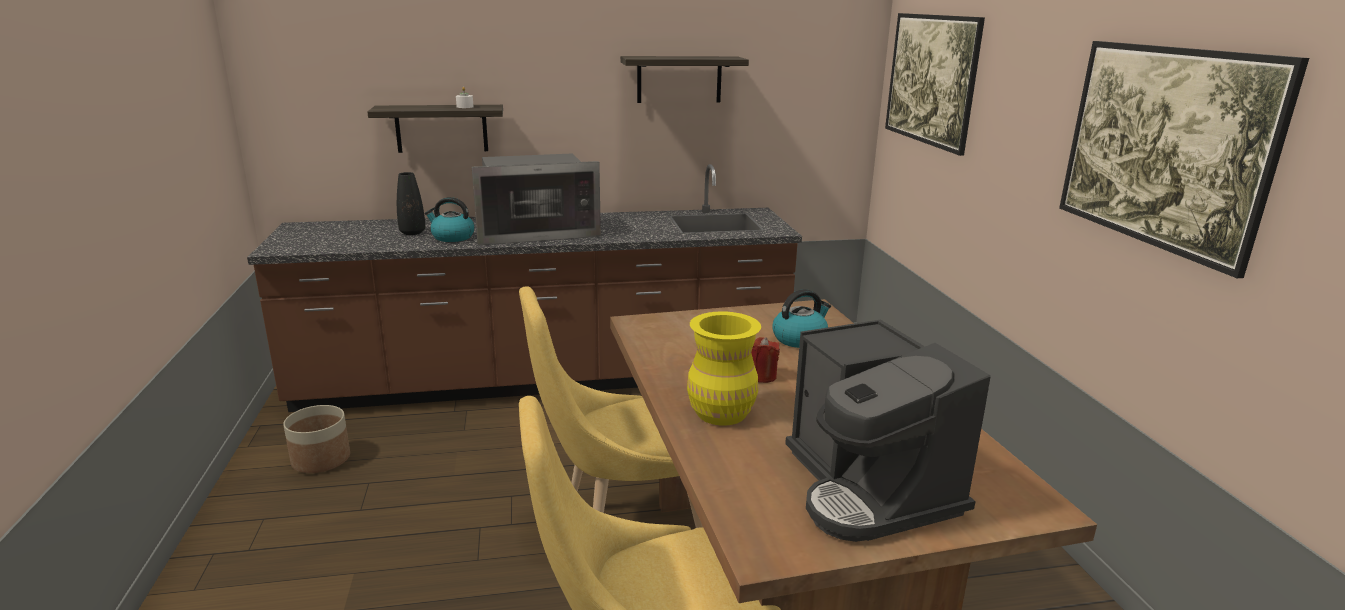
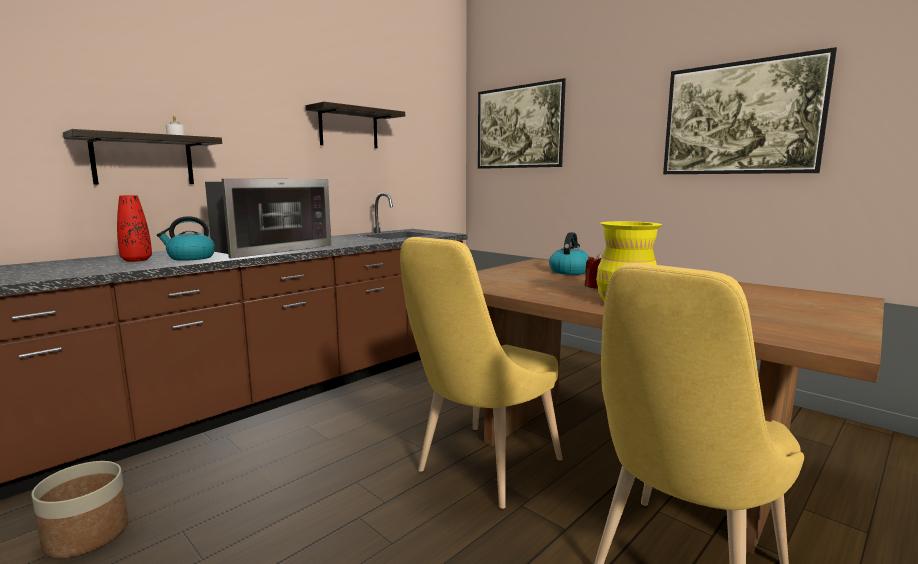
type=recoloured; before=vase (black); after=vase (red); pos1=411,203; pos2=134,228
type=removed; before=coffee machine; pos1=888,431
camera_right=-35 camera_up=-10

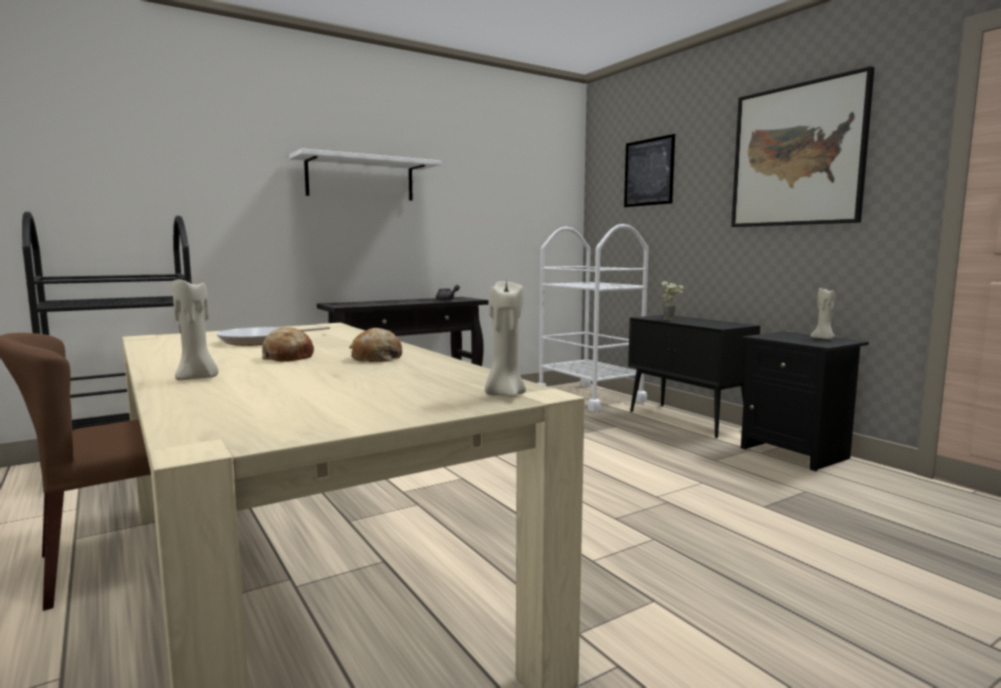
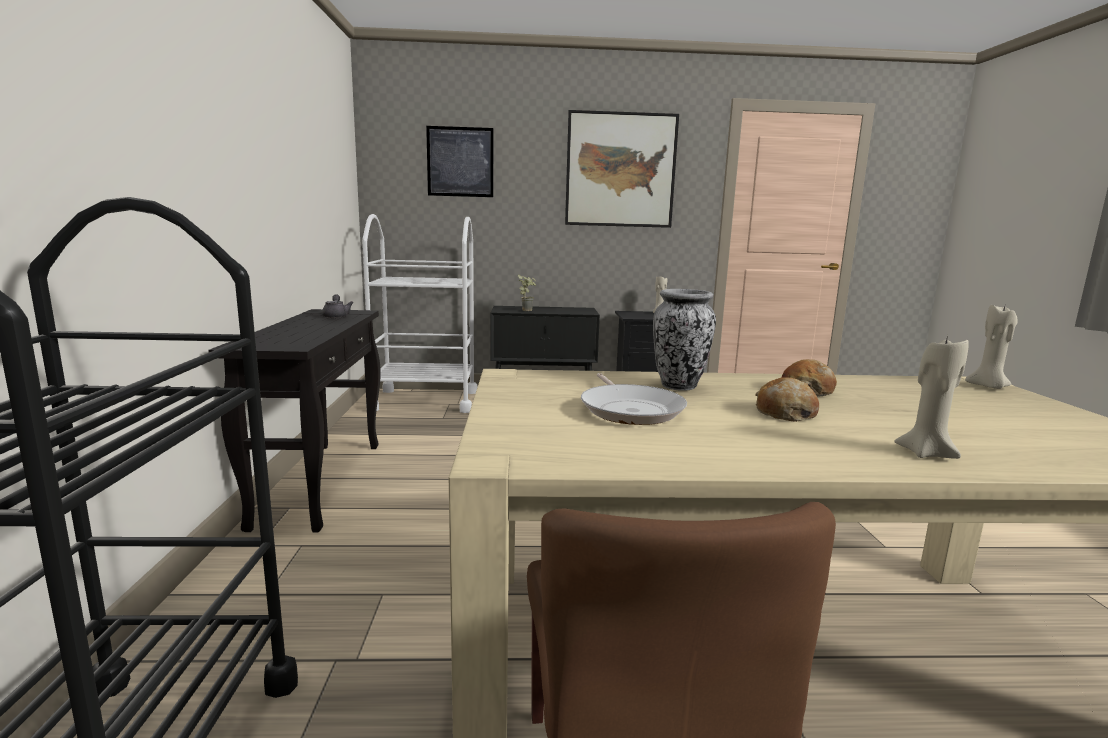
type=added; after=vase; pos2=684,340
type=removed; before=shelf (white); pos1=365,174
camera_right=-60 camera_up=5

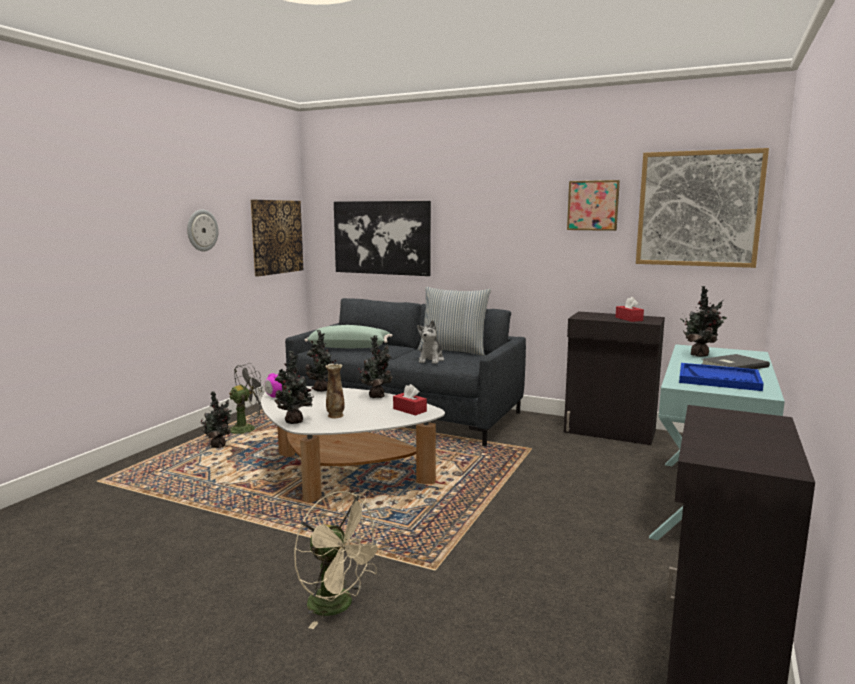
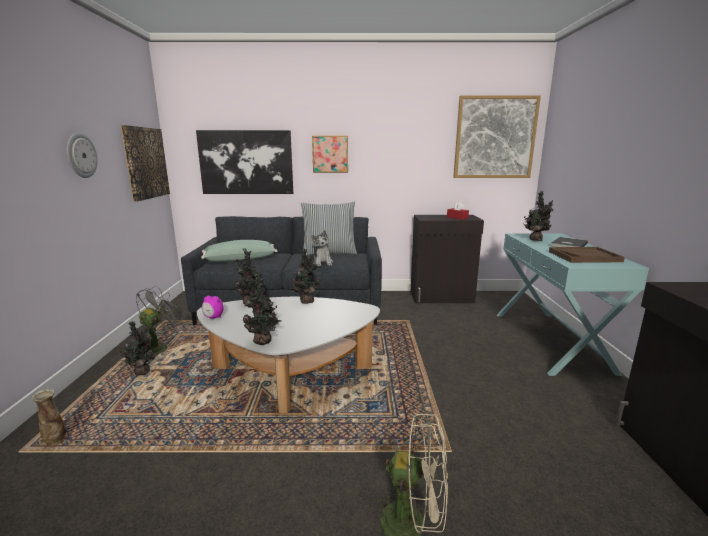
type=moved; before=vase; pos1=335,390; pos2=48,417
type=moved; before=picture; pos1=593,205; pos2=330,154
type=recoloured; before=tray (blue); after=tray (brown); pos1=721,377; pos2=587,255
type=removed; before=tissue box (red); pos1=410,400
camera_right=-25 camera_up=5

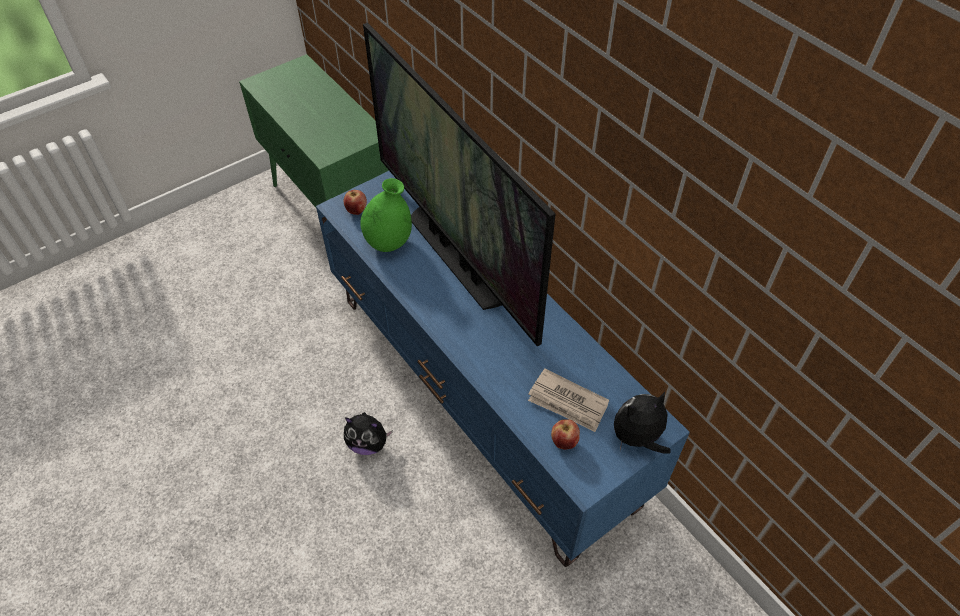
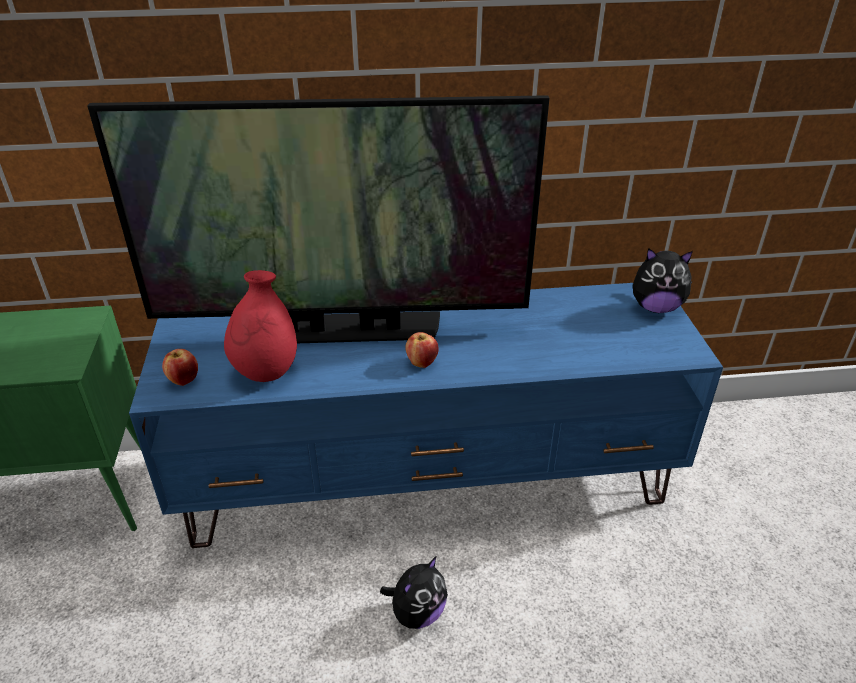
type=recoloured; before=vase (green); after=vase (red); pos1=386,215; pos2=260,326
type=moved; before=apple; pos1=565,434; pos2=422,350
type=turned; before=plush toy; pos1=642,423; pos2=663,280; turn=-90
type=removed; before=newspaper; pos1=568,400
camera_right=-60 camera_up=-15

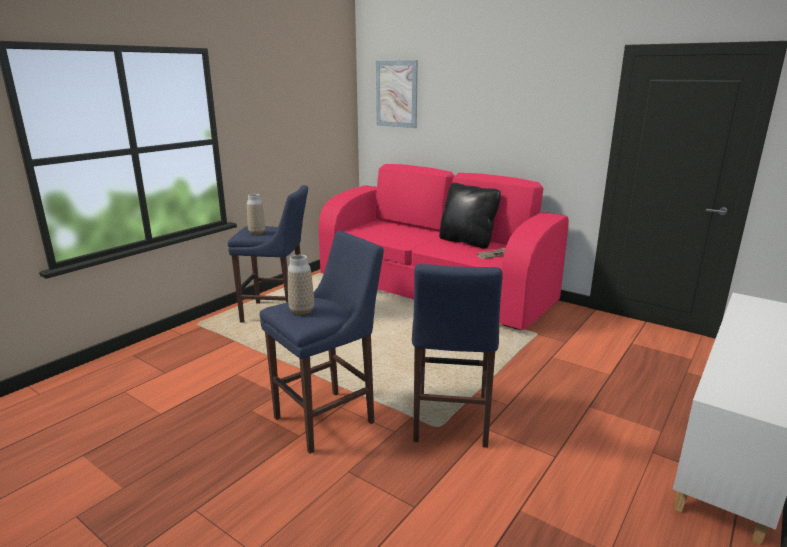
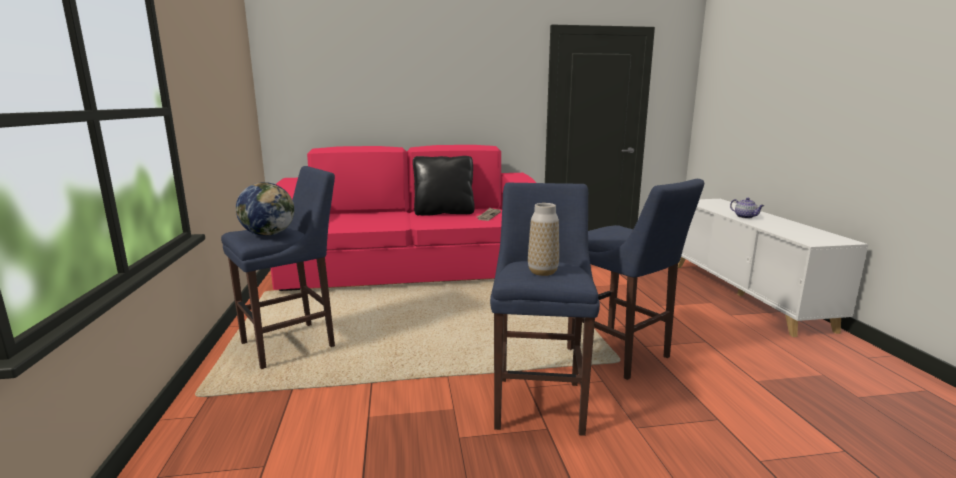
type=replaced; before=vase; after=globe; pos1=256,214; pos2=265,209
type=added; after=teapot; pos2=747,208
type=removed; before=picture; pos1=397,94
camera_right=-45 camera_up=-5

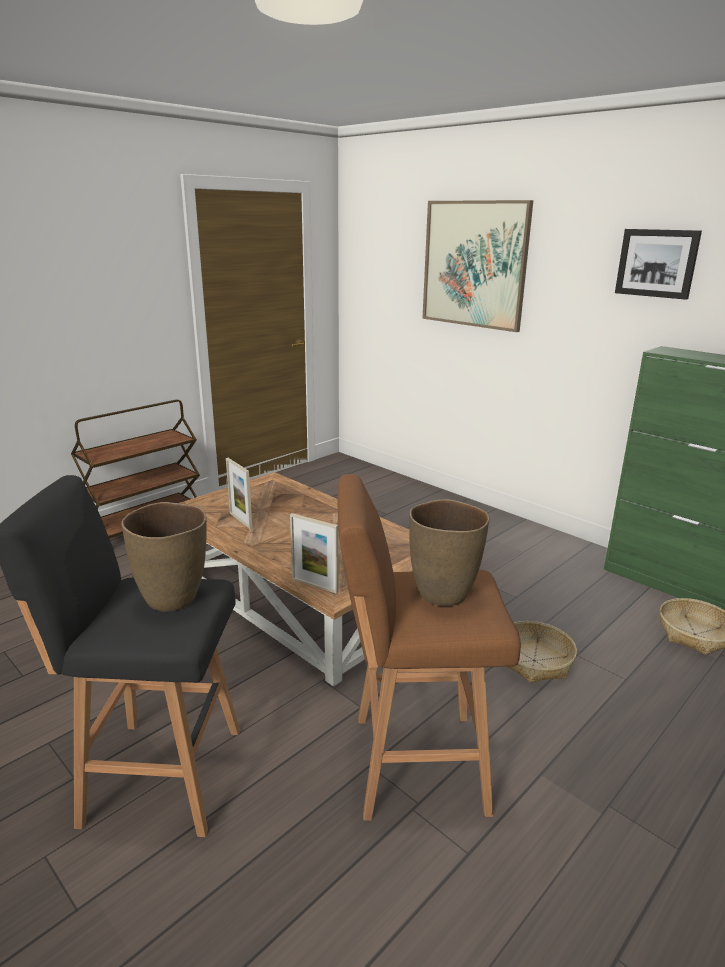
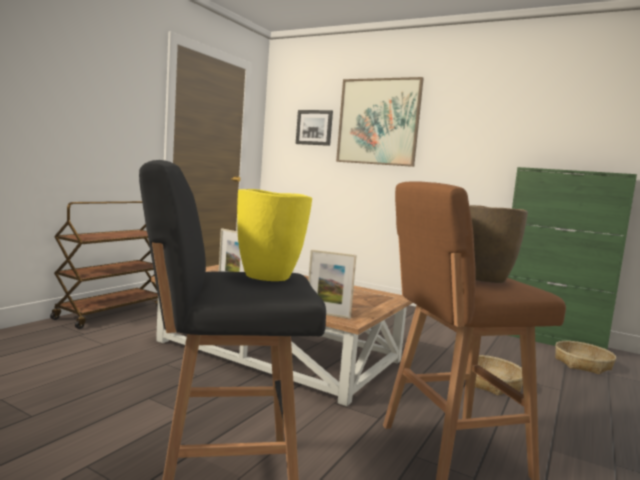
type=recoloured; before=vase (brown); after=vase (yellow); pos1=164,557; pos2=274,235
type=moved; before=picture; pos1=658,264; pos2=314,128
camera_right=-15 camera_up=-15

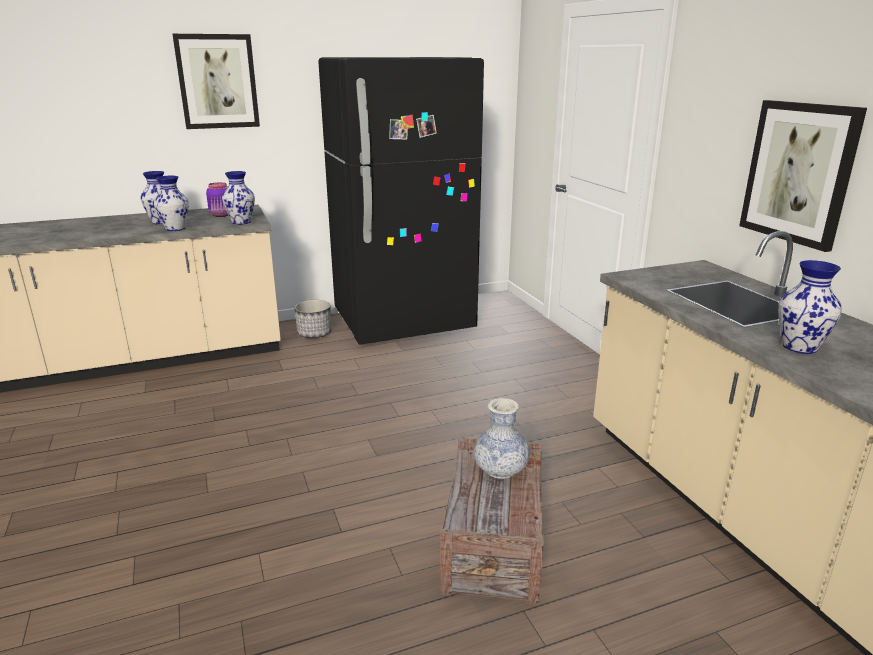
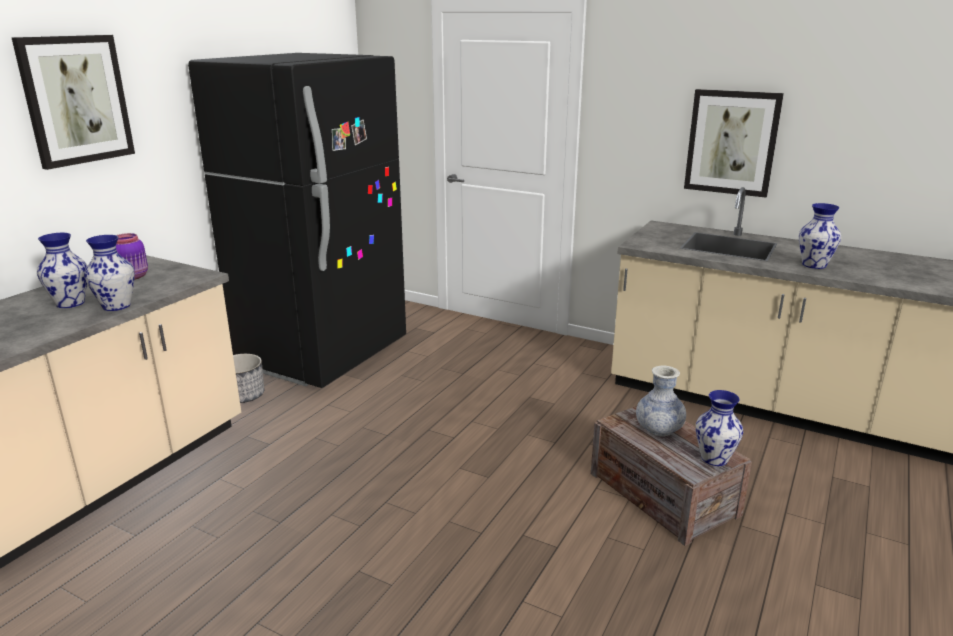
type=moved; before=vase; pos1=238,198; pos2=719,428
camera_right=-40 camera_up=0

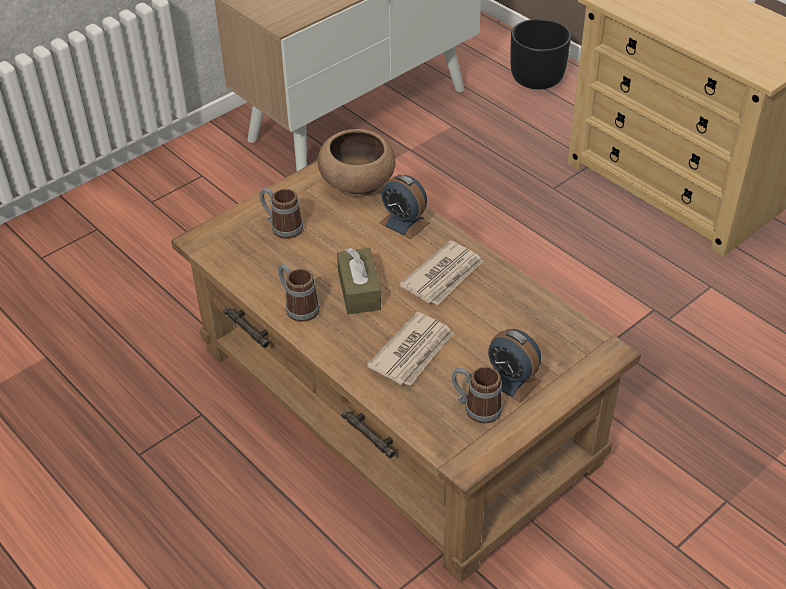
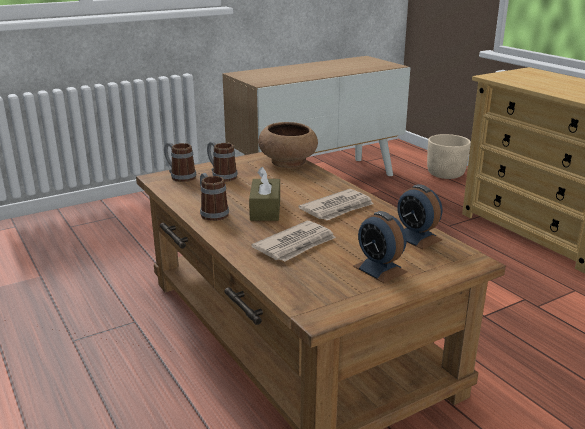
type=moved; before=mug; pos1=477,395; pos2=180,162
type=moved; before=alarm clock; pos1=404,206; pos2=420,216
type=recoloured; before=planter (black); after=planter (beige); pos1=540,54; pos2=449,156
camera_right=10 camera_up=-20

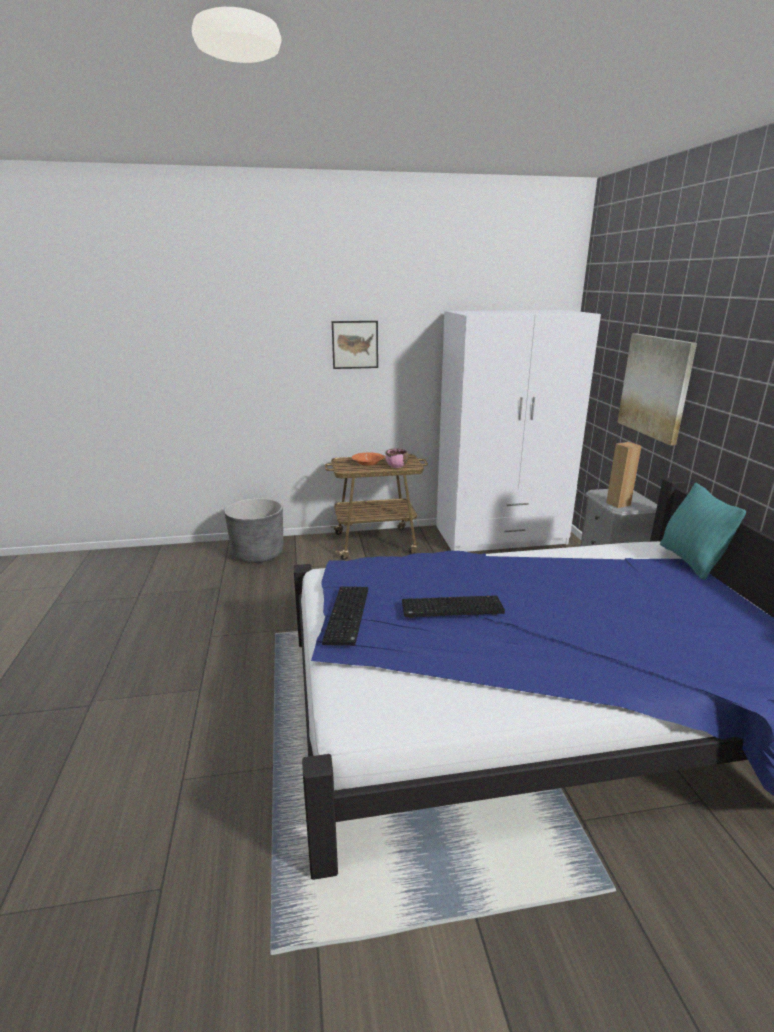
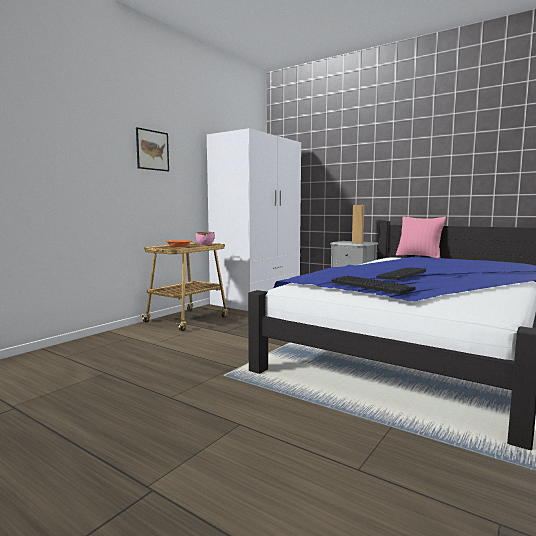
type=recoloured; before=pillow (turquoise); after=pillow (pink); pos1=703,531; pos2=421,237
type=removed; before=planter (grey); pos1=253,530
type=removed; before=picture; pos1=657,389
camera_right=-45 camera_up=-15

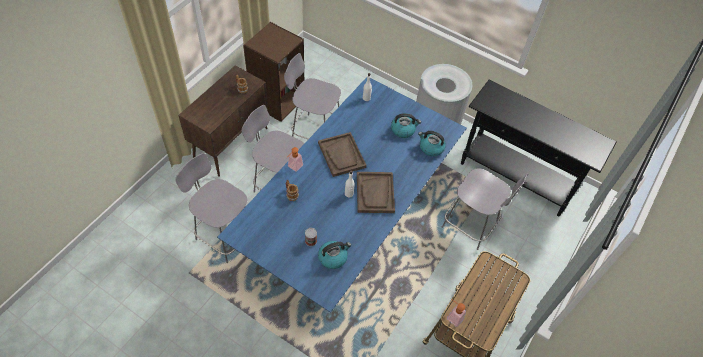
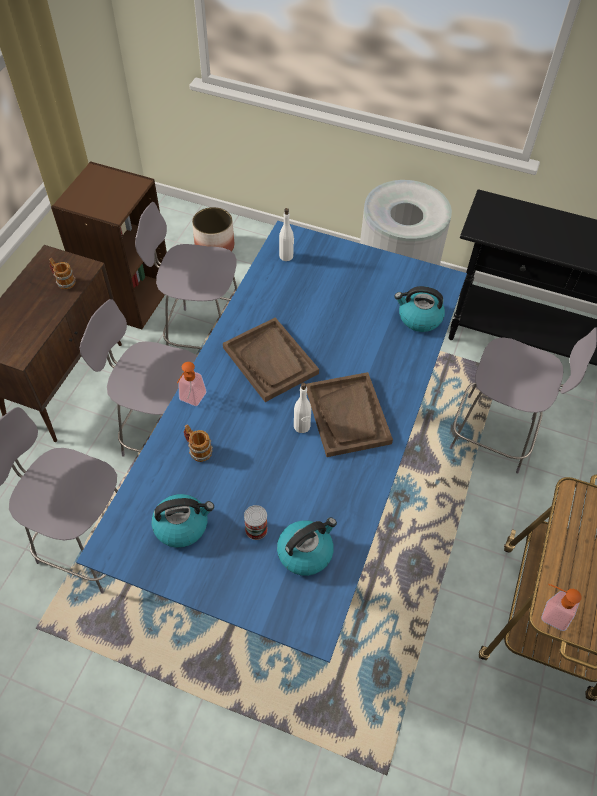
type=moved; before=kettle; pos1=406,125; pos2=182,521
type=added; after=planter; pos2=213,229
camera_right=-10 camera_up=0

